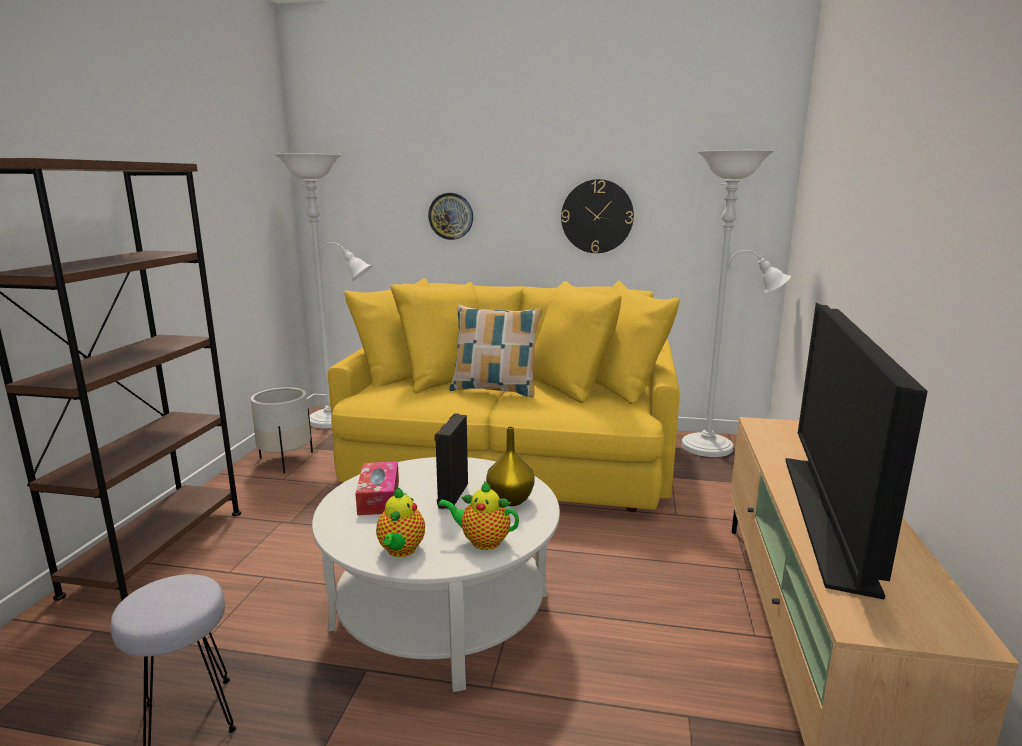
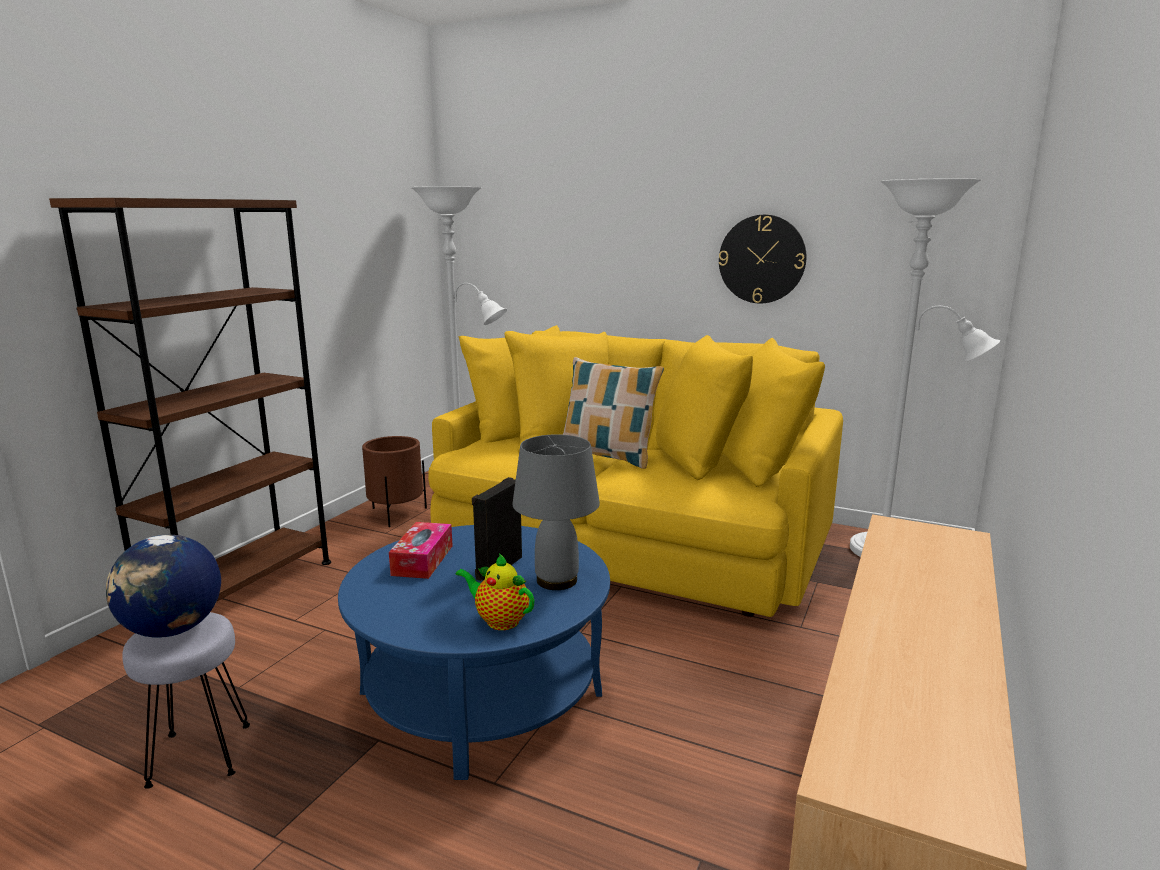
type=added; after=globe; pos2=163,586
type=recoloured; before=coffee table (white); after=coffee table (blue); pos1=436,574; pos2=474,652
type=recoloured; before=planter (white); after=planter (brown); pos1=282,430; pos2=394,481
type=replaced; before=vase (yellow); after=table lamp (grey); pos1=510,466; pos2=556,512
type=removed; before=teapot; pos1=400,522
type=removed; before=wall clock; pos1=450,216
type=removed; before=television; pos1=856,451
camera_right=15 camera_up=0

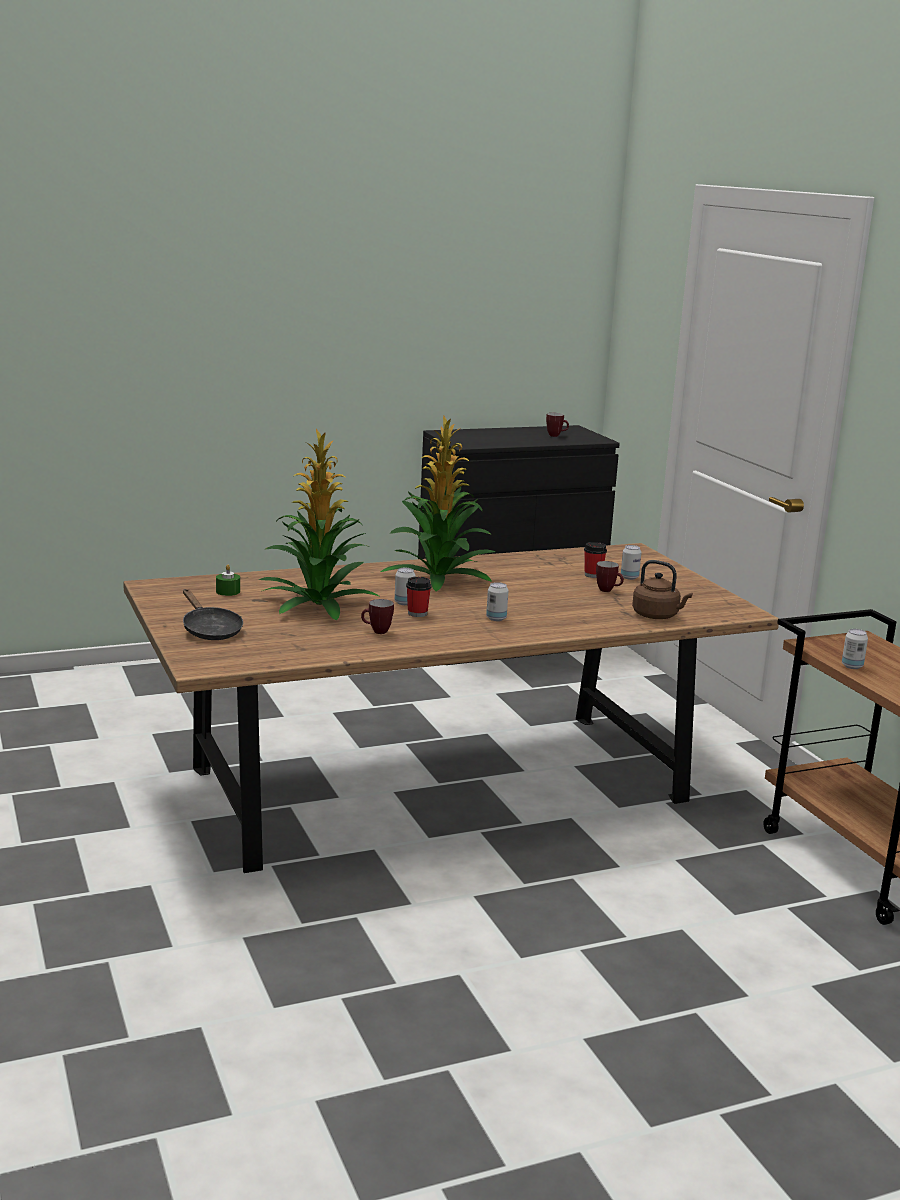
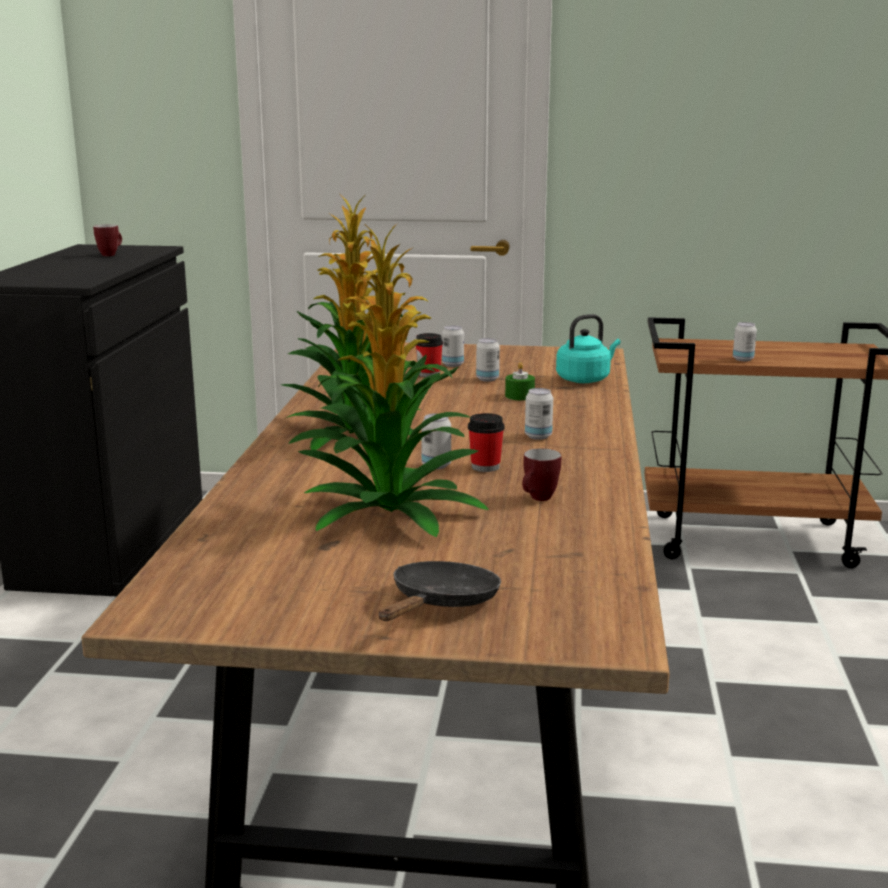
type=turned; before=frying pan (black); pos1=213,614; pos2=440,591; turn=-60
type=replaced; before=mug; after=can; pos1=610,576; pos2=488,360
type=moved; before=candle (green); pos1=228,580; pos2=520,381
type=recoloured; before=kettle (brown); after=kettle (turquoise); pos1=662,589; pos2=588,348
camera_right=-60 camera_up=0

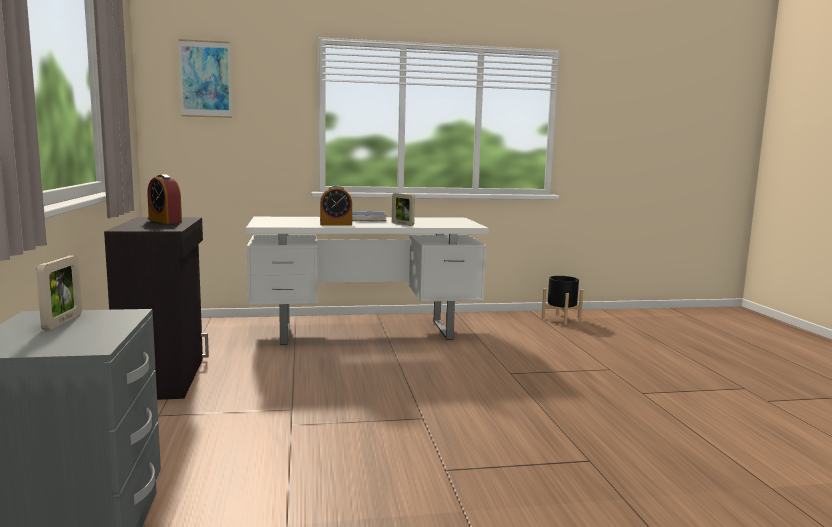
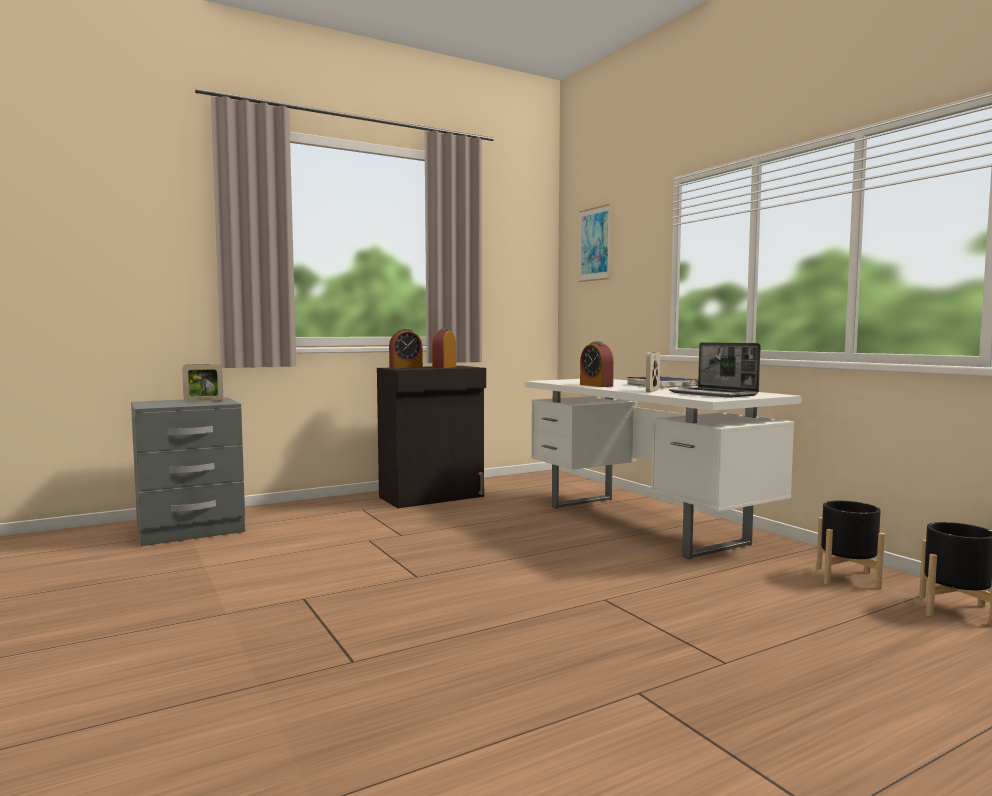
type=added; after=alarm clock; pos2=406,348
type=added; after=laptop; pos2=715,370
type=added; after=planter (black); pos2=850,545
camera_right=70 camera_up=-5

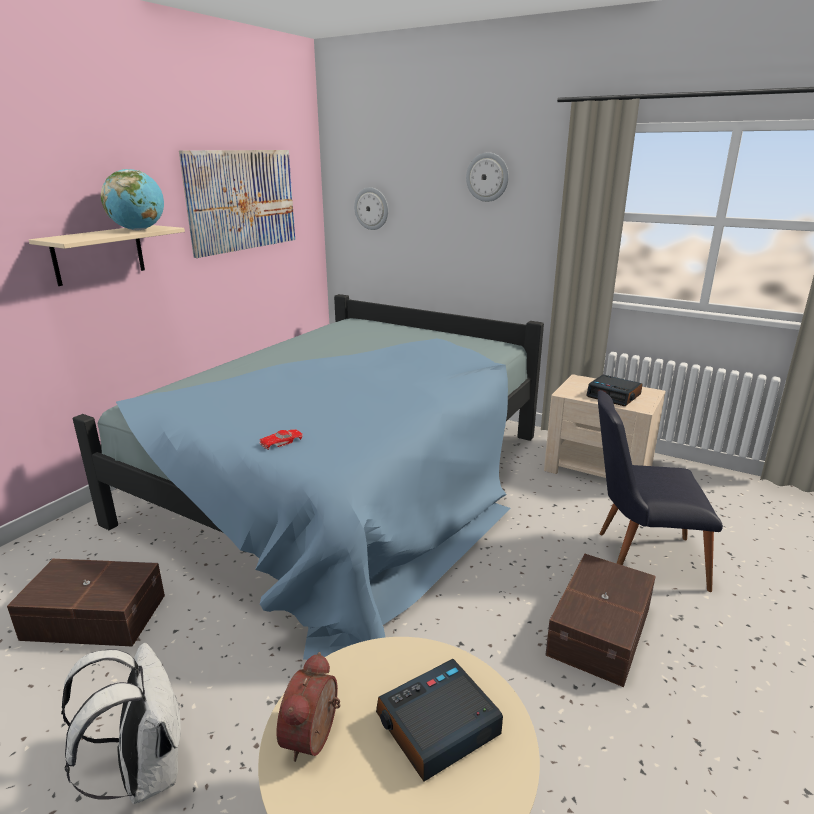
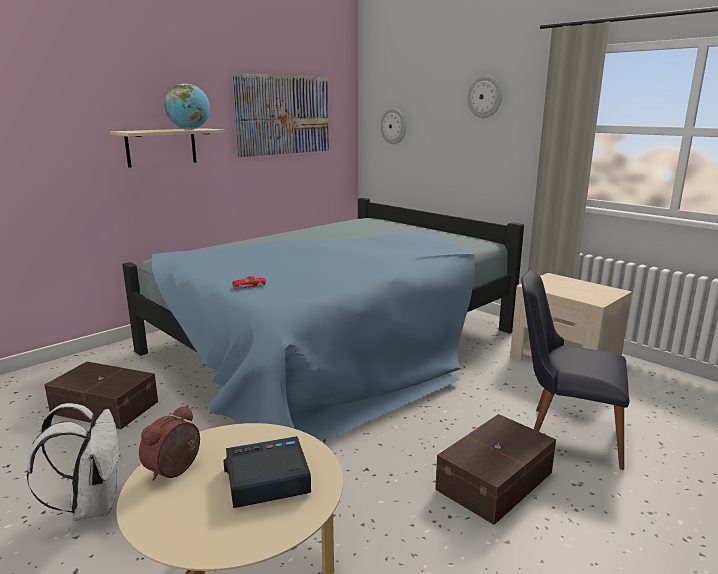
type=removed; before=alarm clock; pos1=614,390
camera_right=15 camera_up=-5

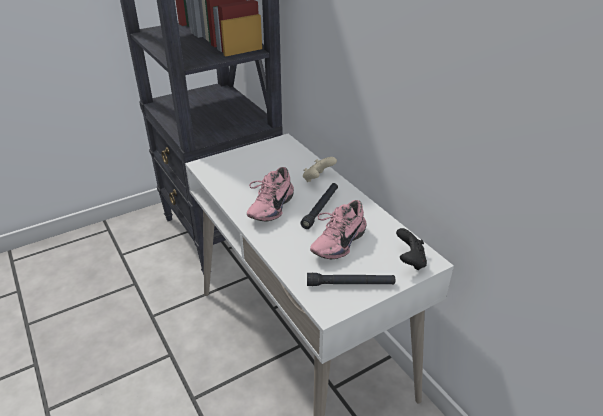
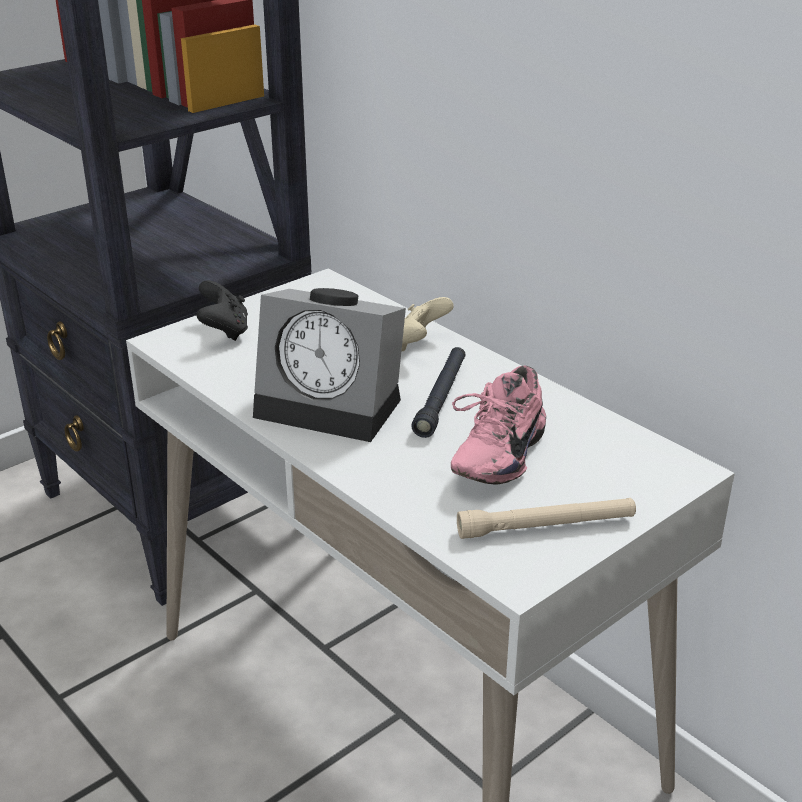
type=moved; before=game controller (black); pos1=411,249; pos2=222,310
type=replaced; before=shoe (pink); after=alarm clock; pos1=270,194; pos2=329,365
type=recoloured; before=flashlight (black); after=flashlight (beige); pos1=351,279; pos2=546,518
camera_right=-10 camera_up=-5

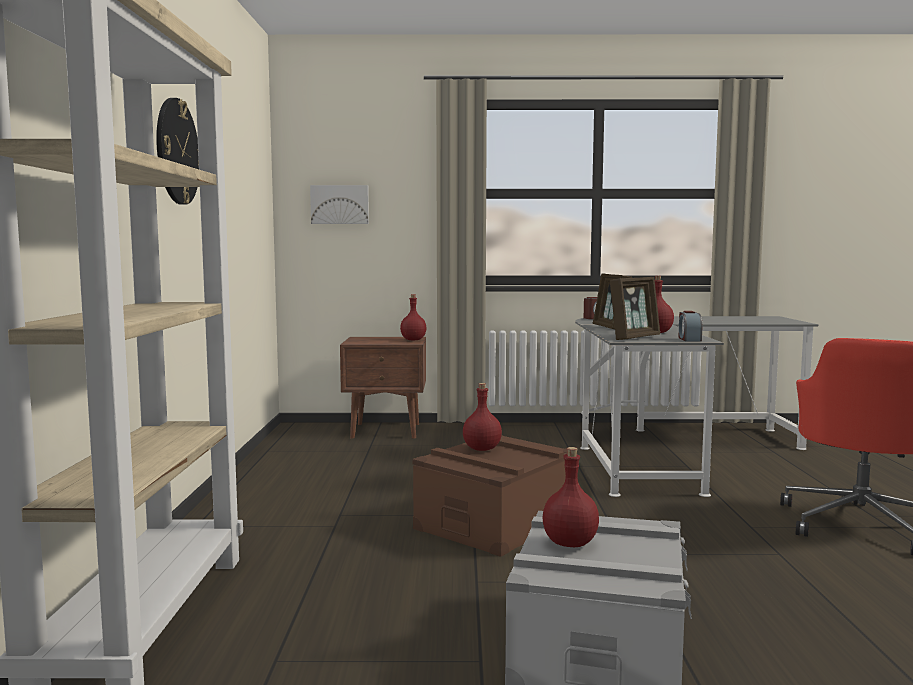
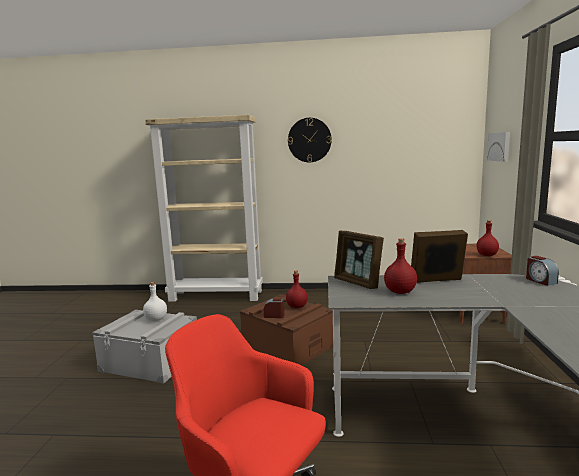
type=recoloured; before=bottle (red); after=bottle (white); pos1=570,497; pos2=155,301
type=moved; before=alarm clock; pos1=690,326; pos2=274,308
camera_right=95 camera_up=5

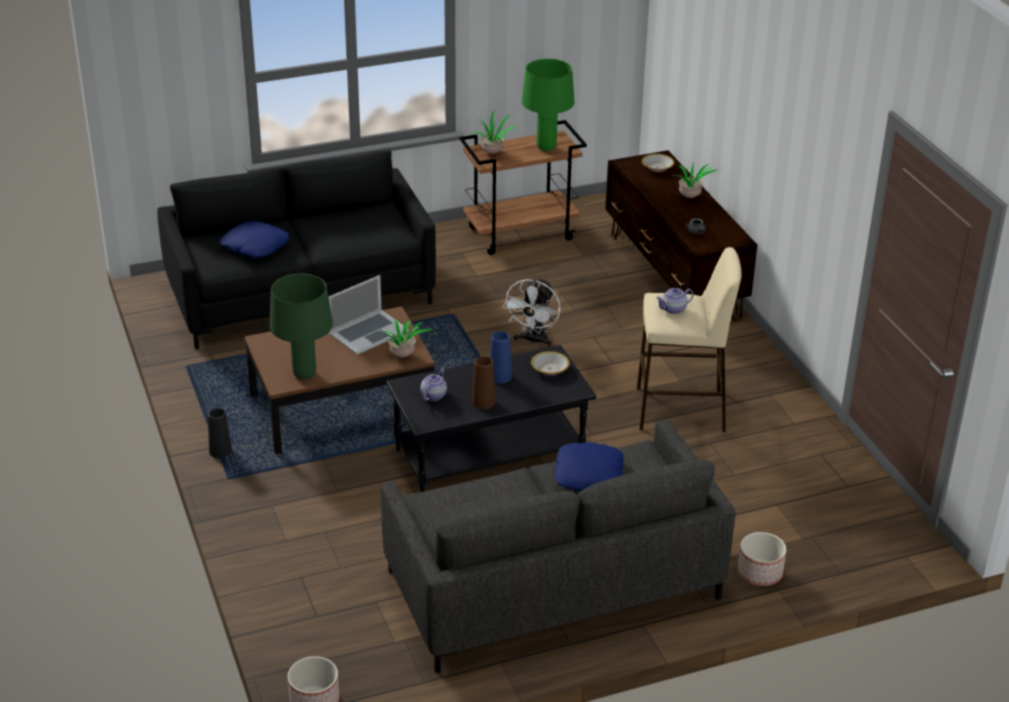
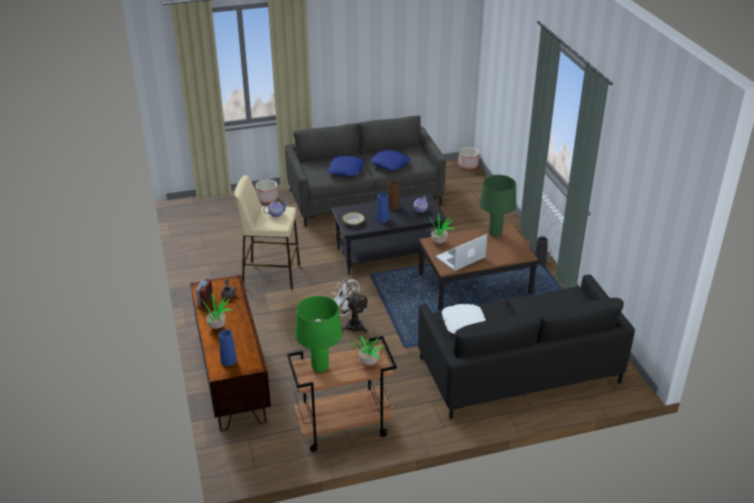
type=added; after=alarm clock; pos2=204,293
type=replaced; before=bowl; after=vase (blue); pos1=658,163; pos2=228,347
type=turned; before=fan (white); pos1=532,312; pos2=350,305; turn=-75
type=moved; before=pillow (blue); pos1=254,239; pos2=390,160
type=added; after=pillow (white); pos2=464,319
camera_right=-175 camera_up=0

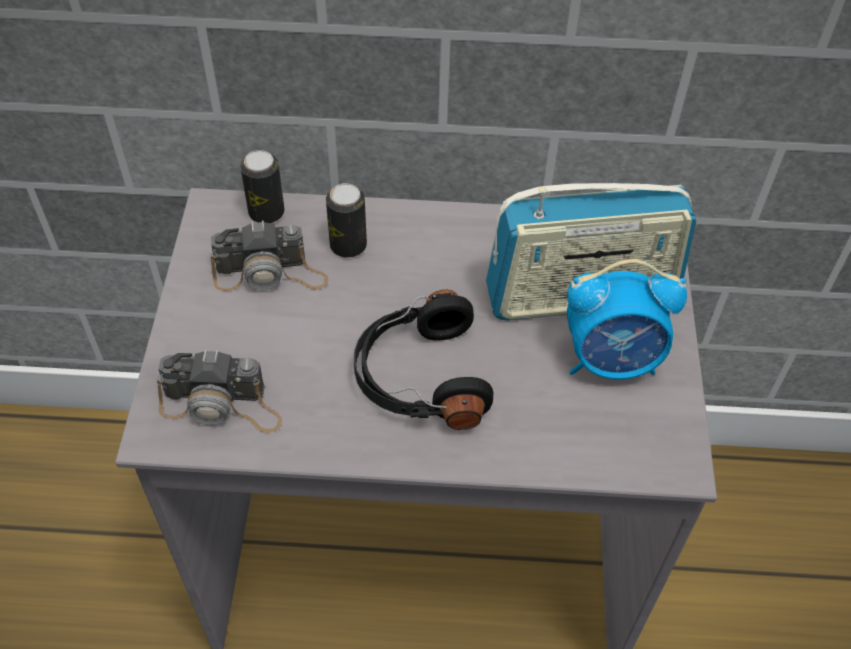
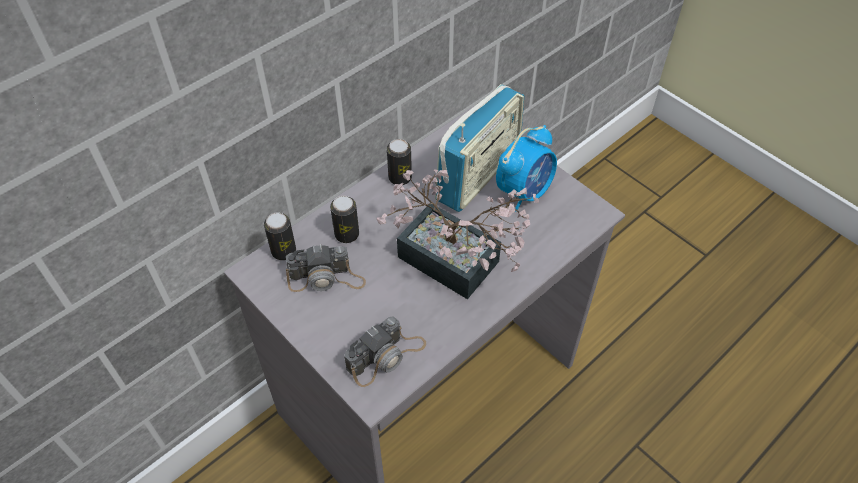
type=turned; before=photo camera; pos1=269,255; pos2=326,268; turn=45
type=replaced; before=headphones (black); after=potted plant; pos1=424,360; pos2=458,234
type=added; after=can; pos2=399,162
camera_right=-45 camera_up=0

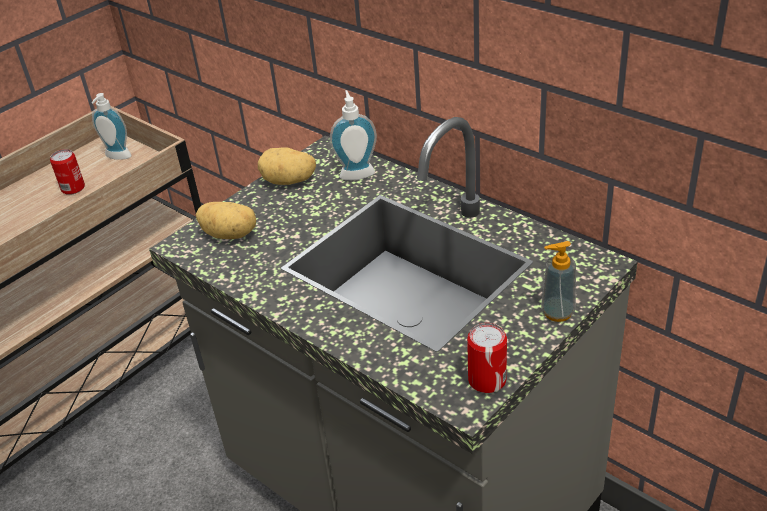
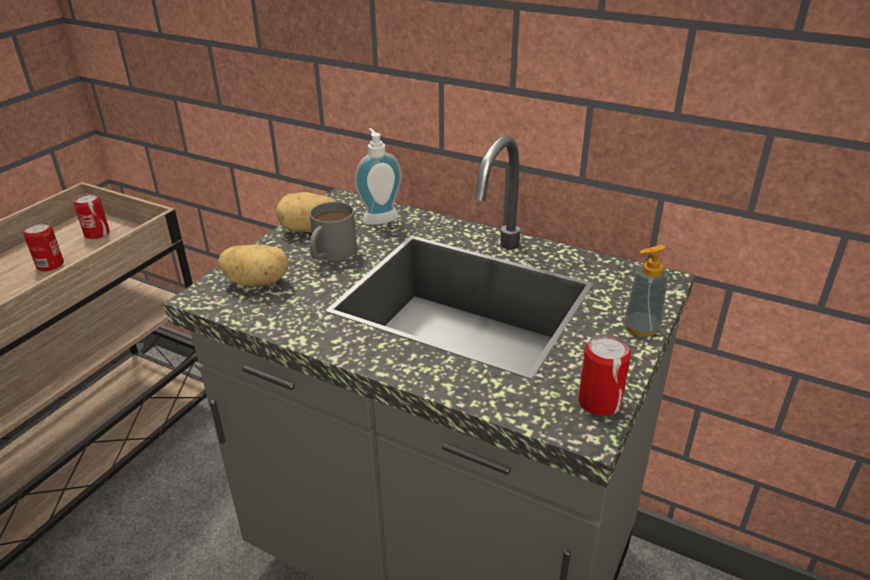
type=replaced; before=soap dispenser; after=can; pos1=112,126; pos2=92,216
type=added; after=mug (grey); pos2=333,231
camera_right=-15 camera_up=-5

